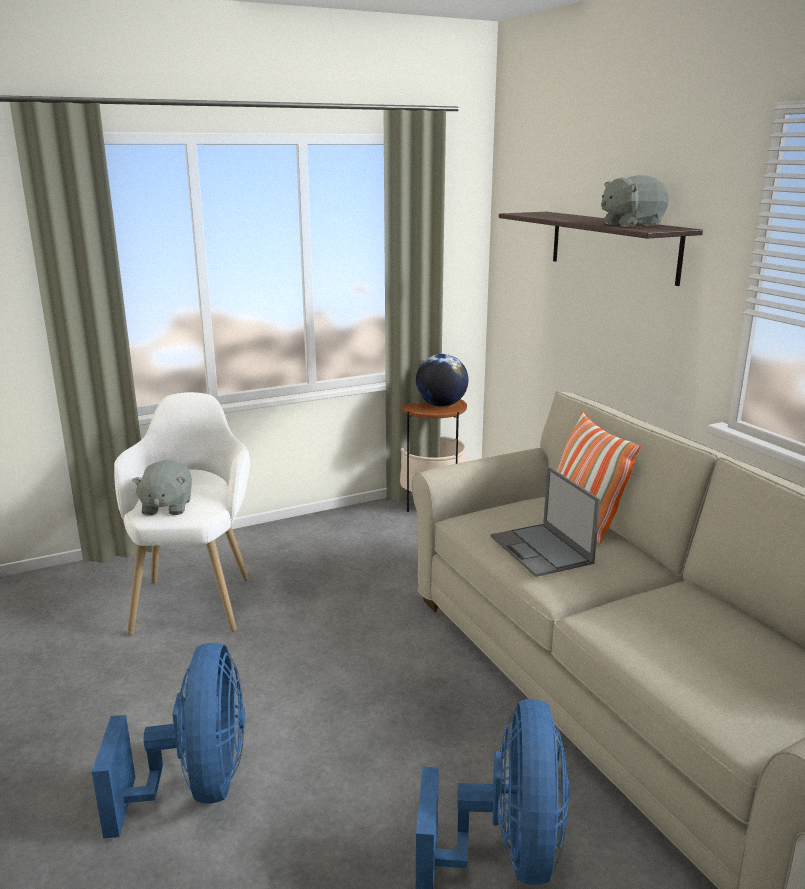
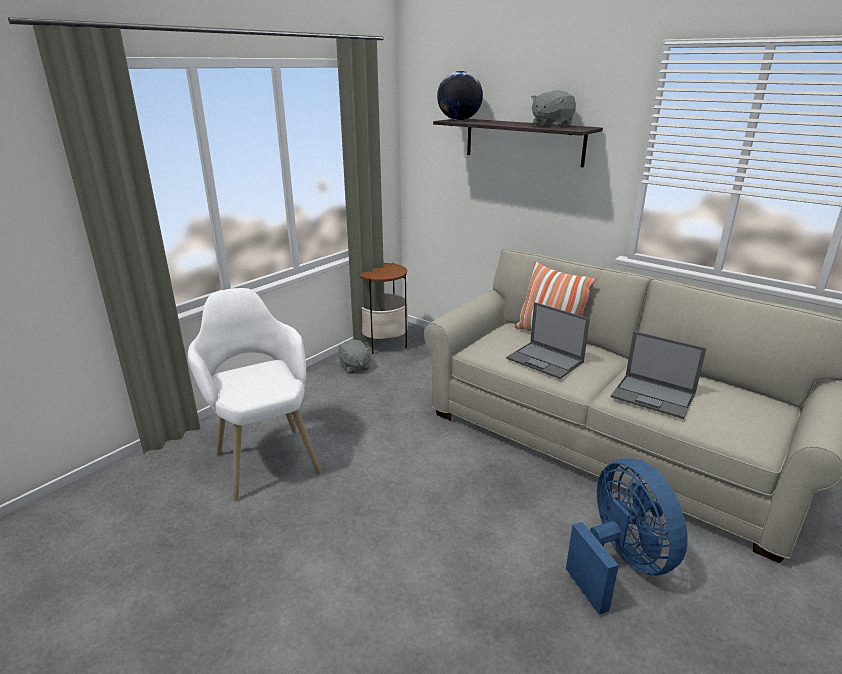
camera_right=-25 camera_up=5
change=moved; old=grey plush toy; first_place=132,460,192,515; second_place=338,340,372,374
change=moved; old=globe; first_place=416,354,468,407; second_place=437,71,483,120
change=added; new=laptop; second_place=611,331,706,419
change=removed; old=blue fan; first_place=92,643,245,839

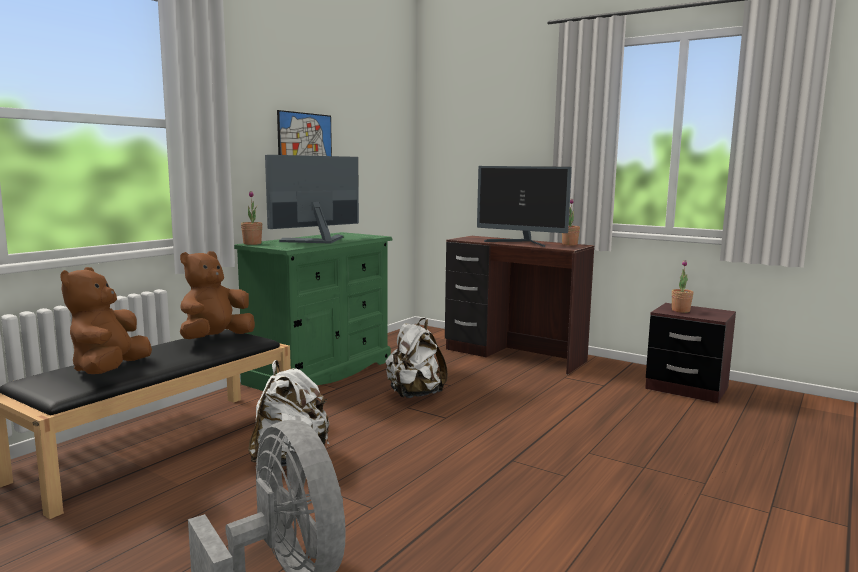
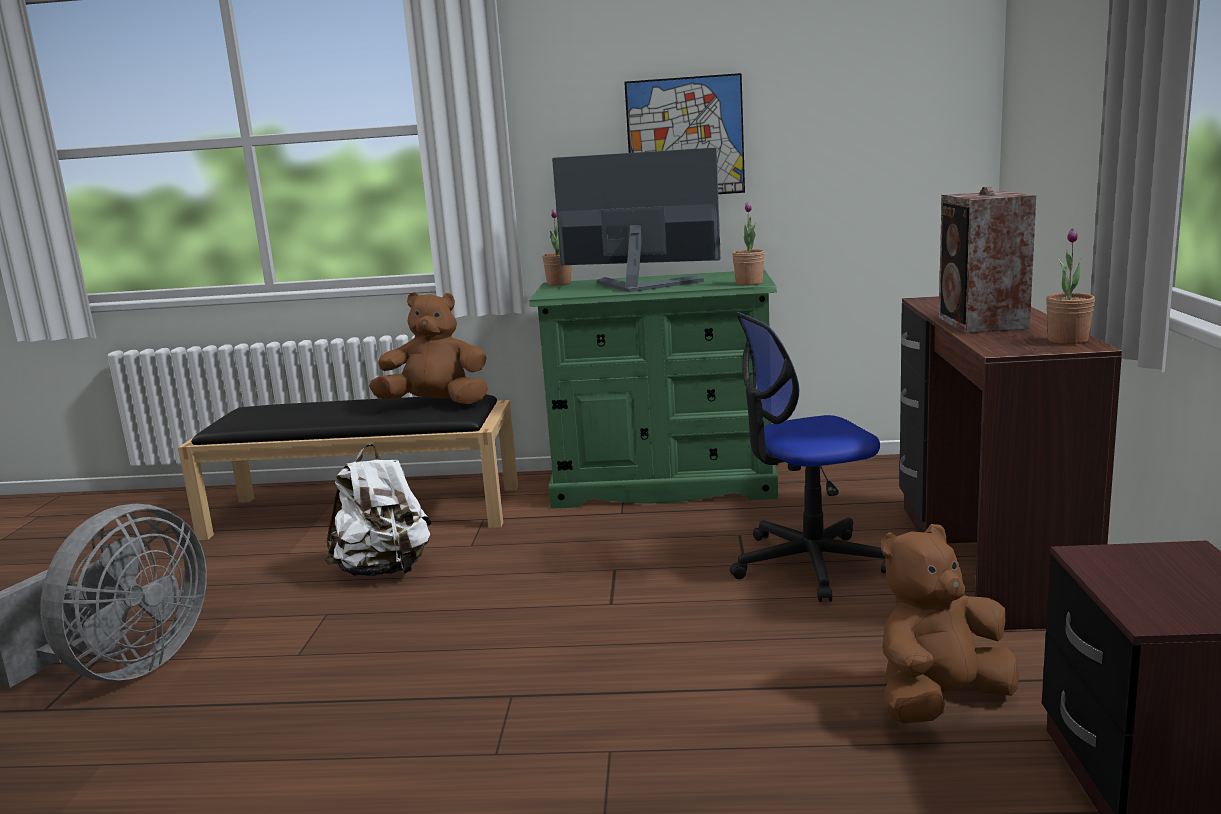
camera_right=60 camera_up=5
change=added; new=office chair; second_place=730,312,886,602
change=moved; old=potted plant; first_place=672,260,693,313; second_place=732,202,765,286
change=moved; old=brown plush toy; first_place=60,267,152,374; second_place=881,524,1019,724
change=replaced; old=monitor; new=speaker; first_place=477,166,572,247; second_place=939,187,1036,333
change=removed; old=white backpack; first_place=386,318,448,398

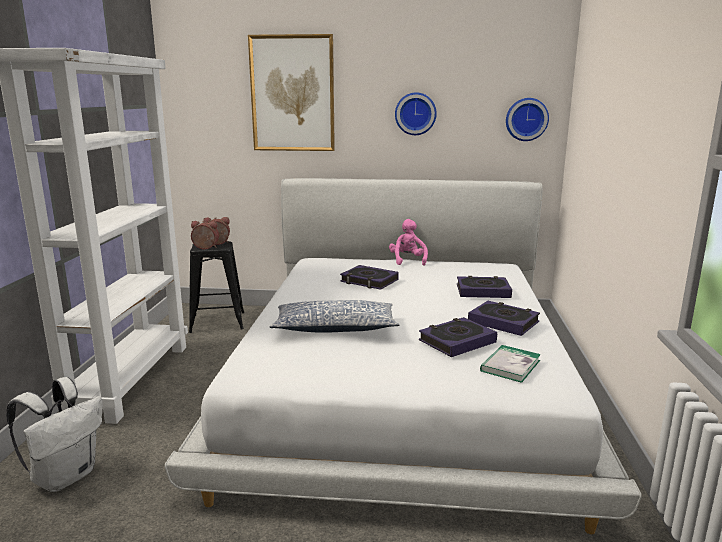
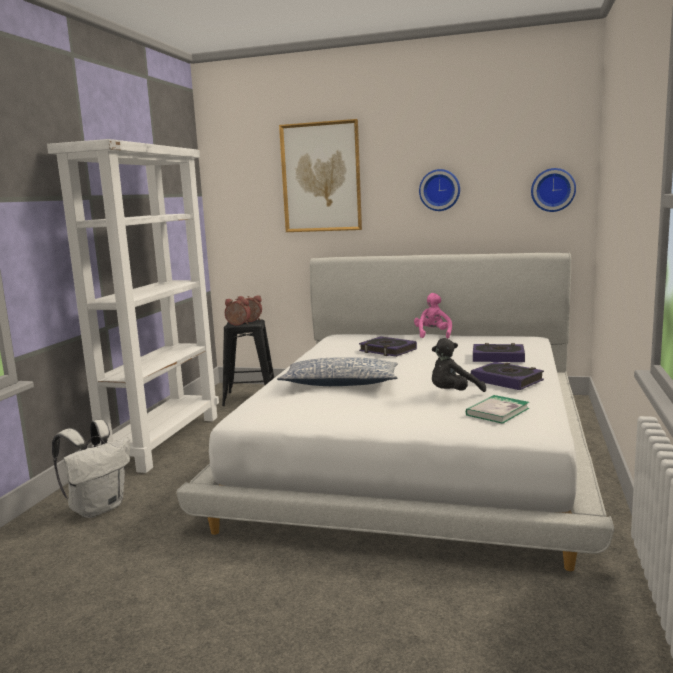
camera_right=10 camera_up=-5
change=replaced; old=book; new=black plush toy; first_place=419,317,497,357; second_place=432,338,486,392

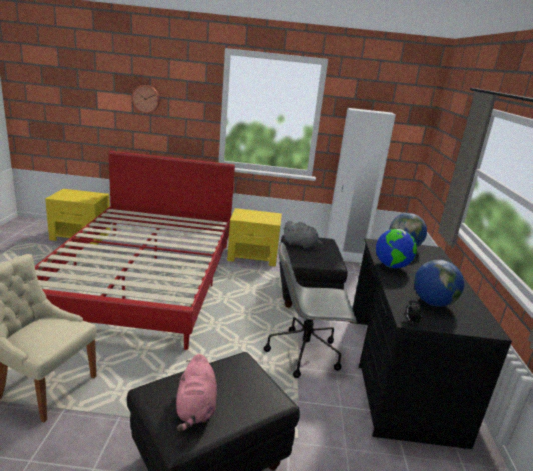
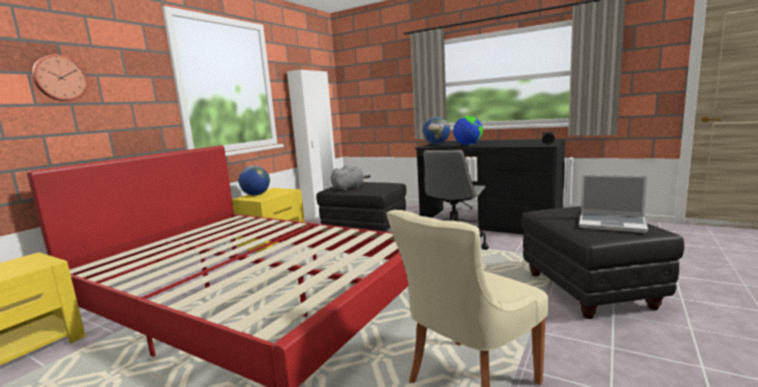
camera_right=-60 camera_up=-10
change=moved; old=globe; first_place=414,260,464,307; second_place=239,166,270,196
change=replaced; old=pink plush toy; new=laptop; first_place=176,354,217,432; second_place=579,175,648,233

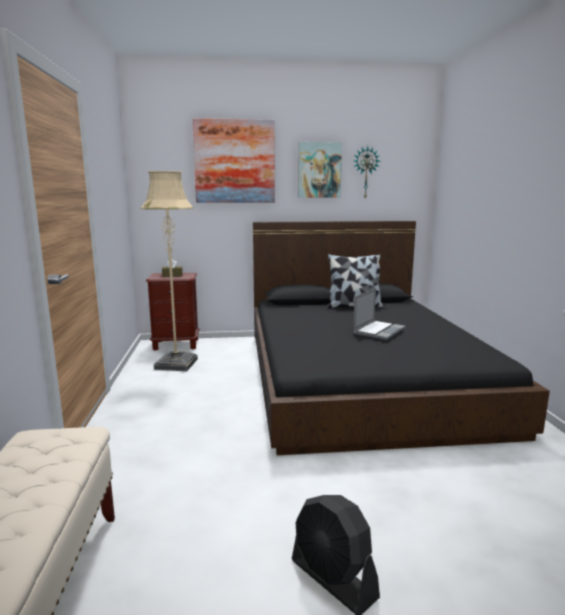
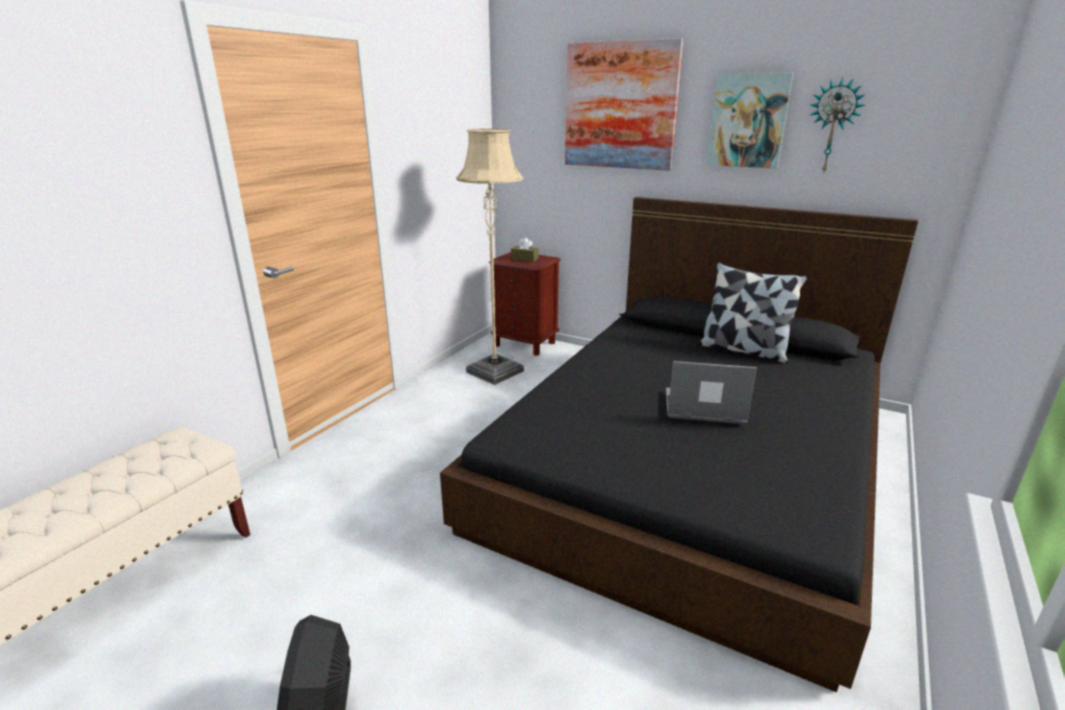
camera_right=35 camera_up=10
change=turned; old=laptop; first_place=353,288,406,340; second_place=666,361,757,424; degrees=-150

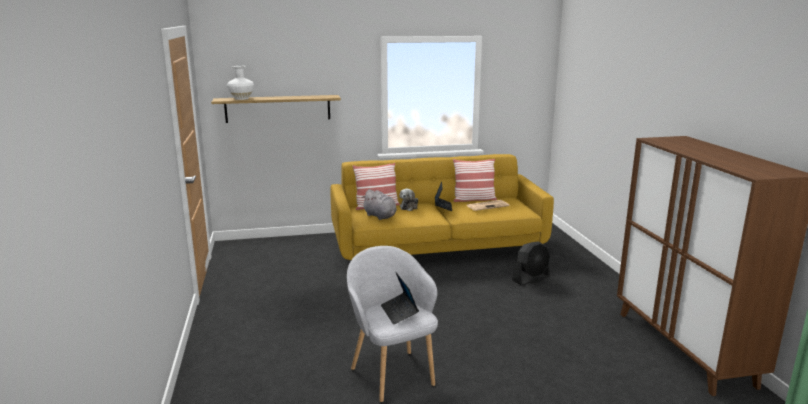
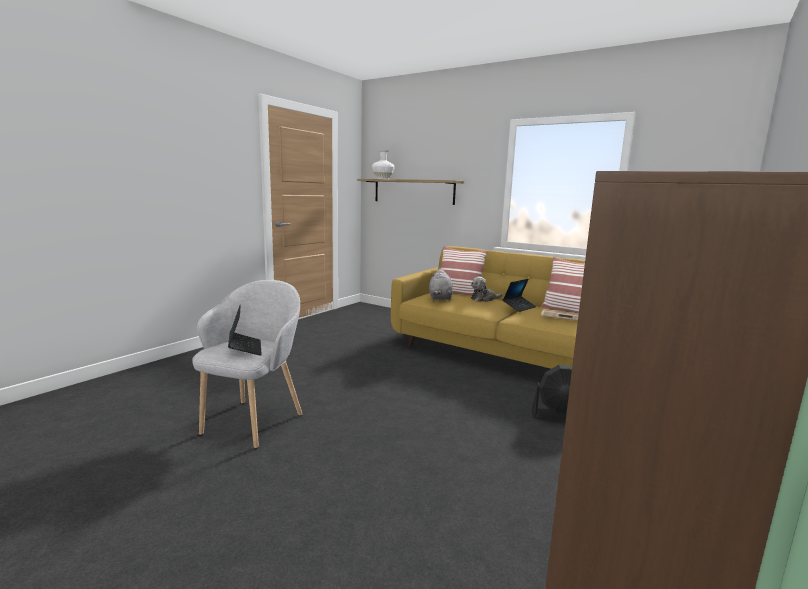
camera_right=45 camera_up=-5
change=turned; old=laptop; first_place=381,272,419,325; second_place=228,304,262,356; degrees=135

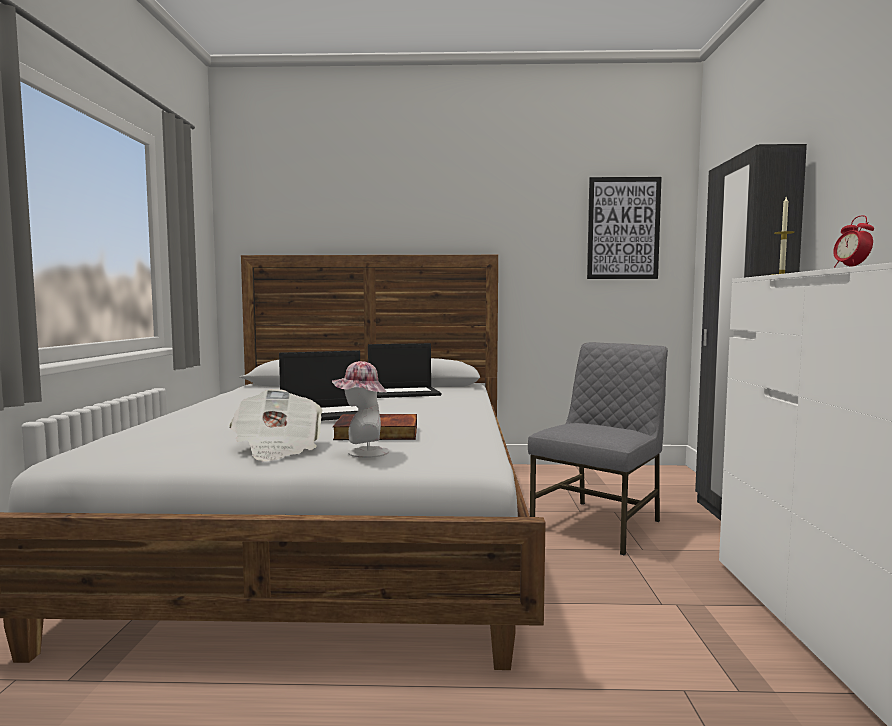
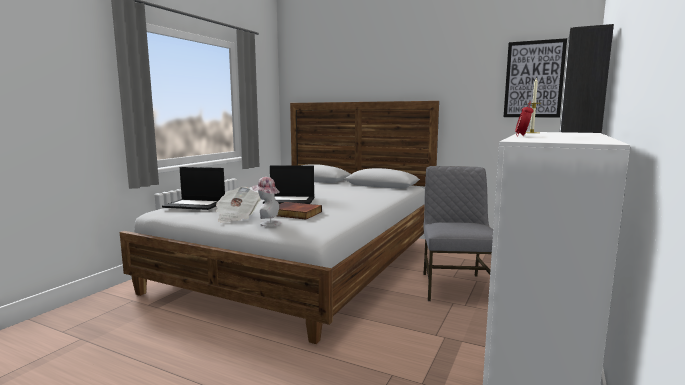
camera_right=25 camera_up=5
change=moved; old=laptop; first_place=368,343,441,398; second_place=162,167,225,210
change=turned; old=grey chair; first_place=528,342,668,555; second_place=423,166,493,301; degrees=-60

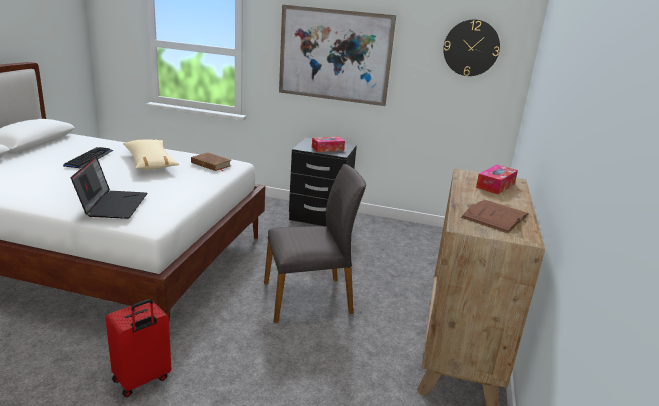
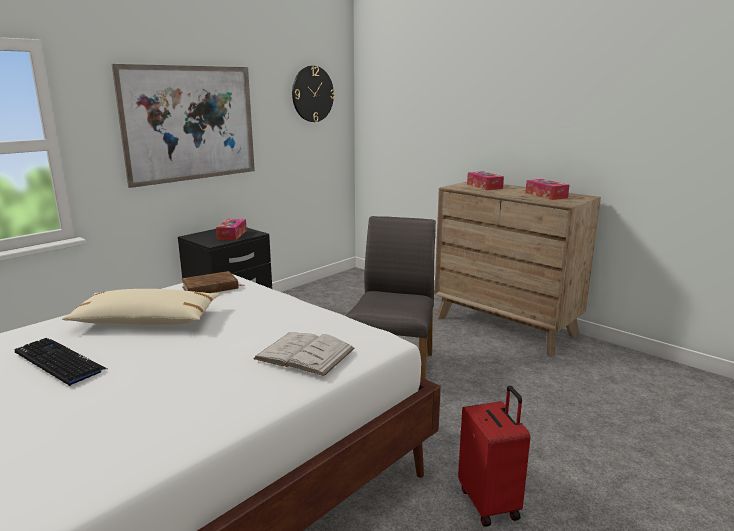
camera_right=-60 camera_up=-5
change=replaced; old=laptop; new=white book; first_place=71,156,147,219; second_place=253,332,355,376
change=replaced; old=brown book; new=tissue box; first_place=461,200,529,233; second_place=525,179,569,200

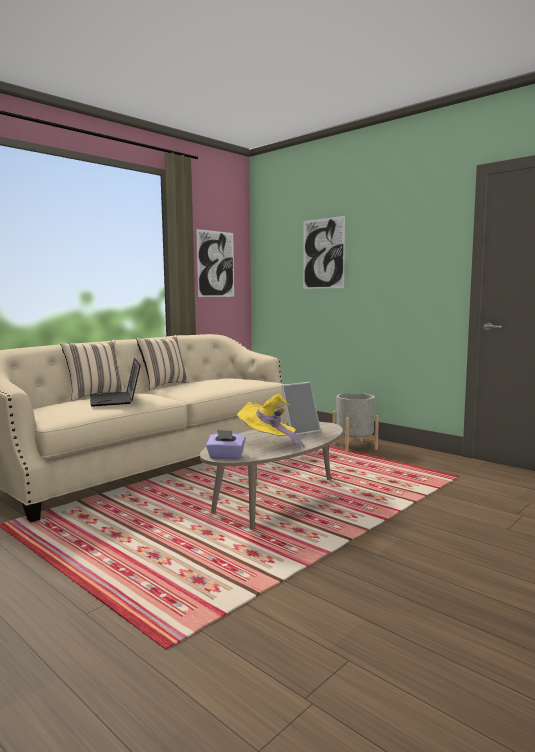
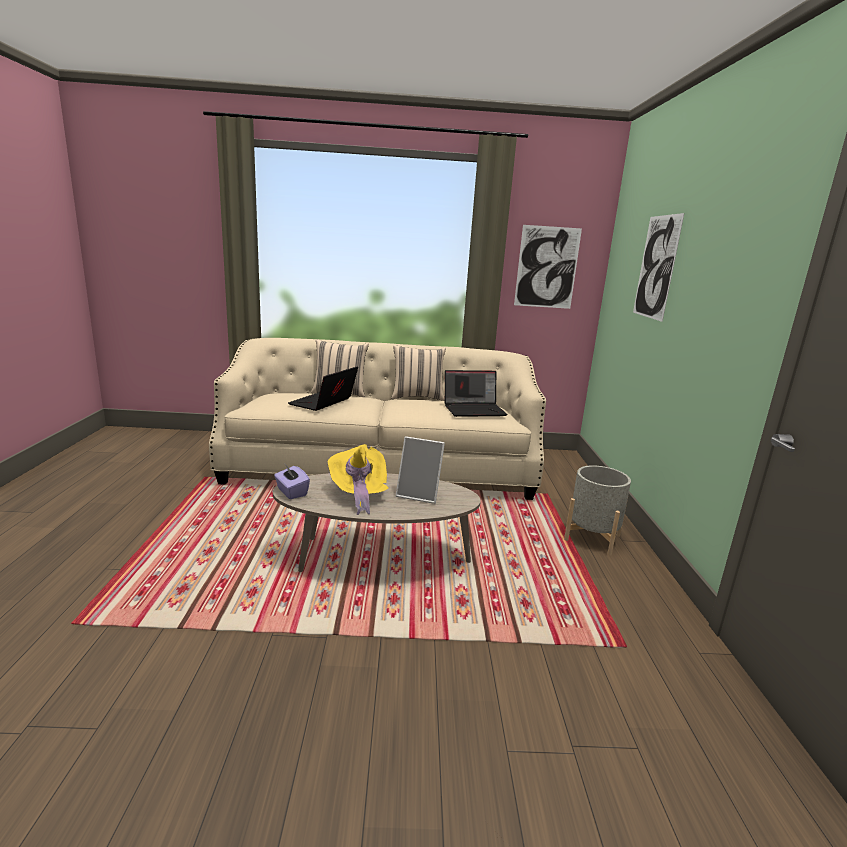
camera_right=45 camera_up=10
change=added; new=laptop; second_place=445,370,507,417

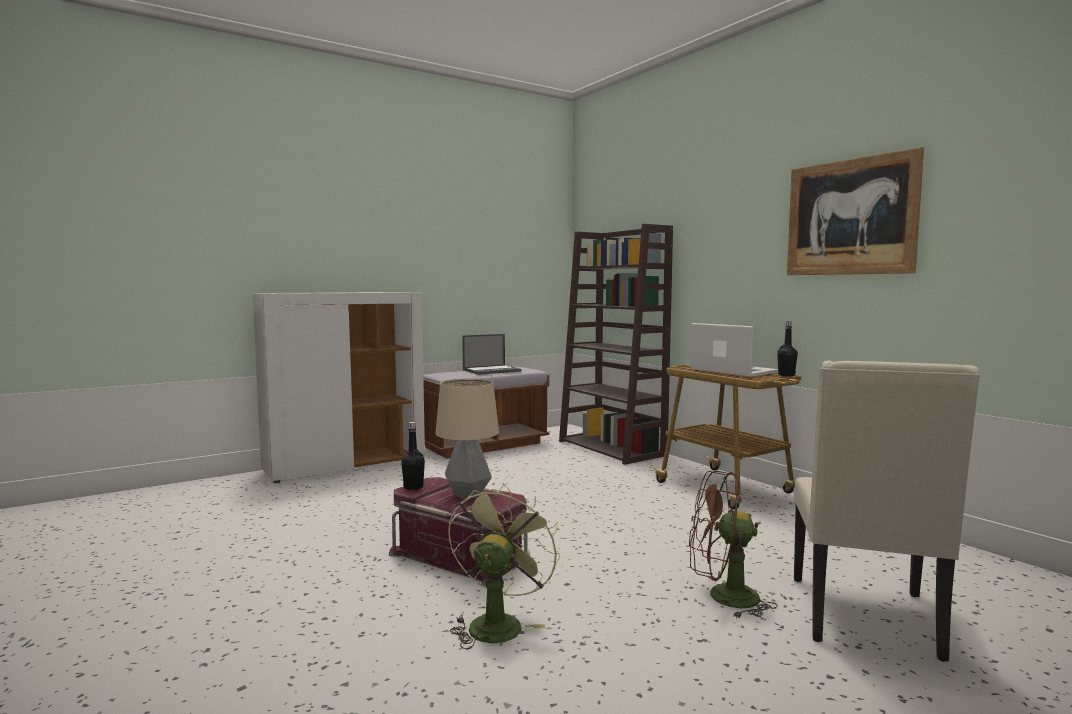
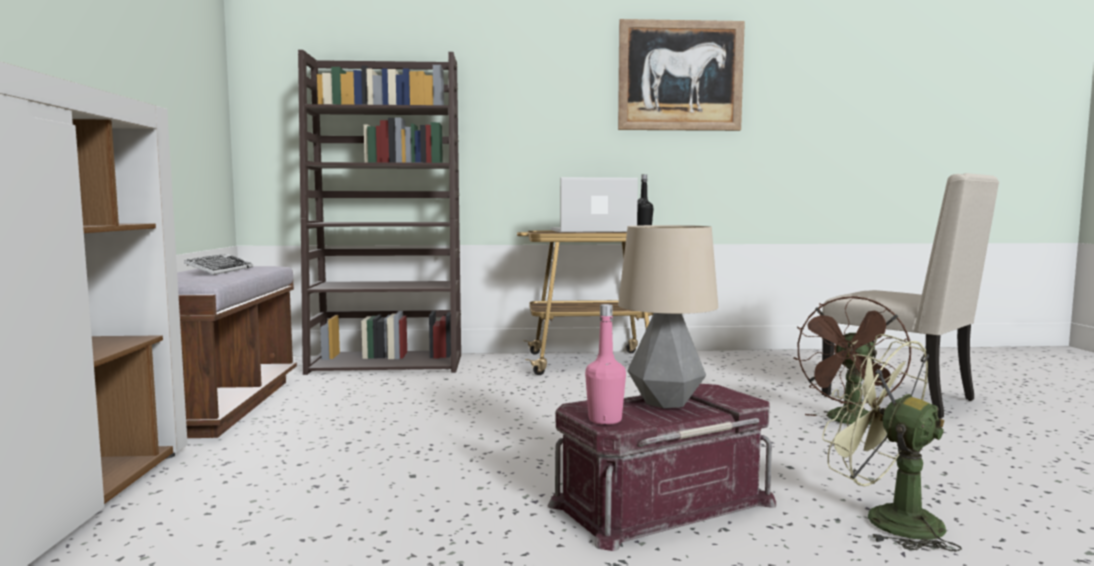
camera_right=-60 camera_up=0
change=replaced; old=laptop; new=keyboard; first_place=462,334,521,375; second_place=184,254,253,275
change=recoloured; old=black bottle; new=pink bottle; first_place=401,422,425,490; second_place=585,304,626,425

